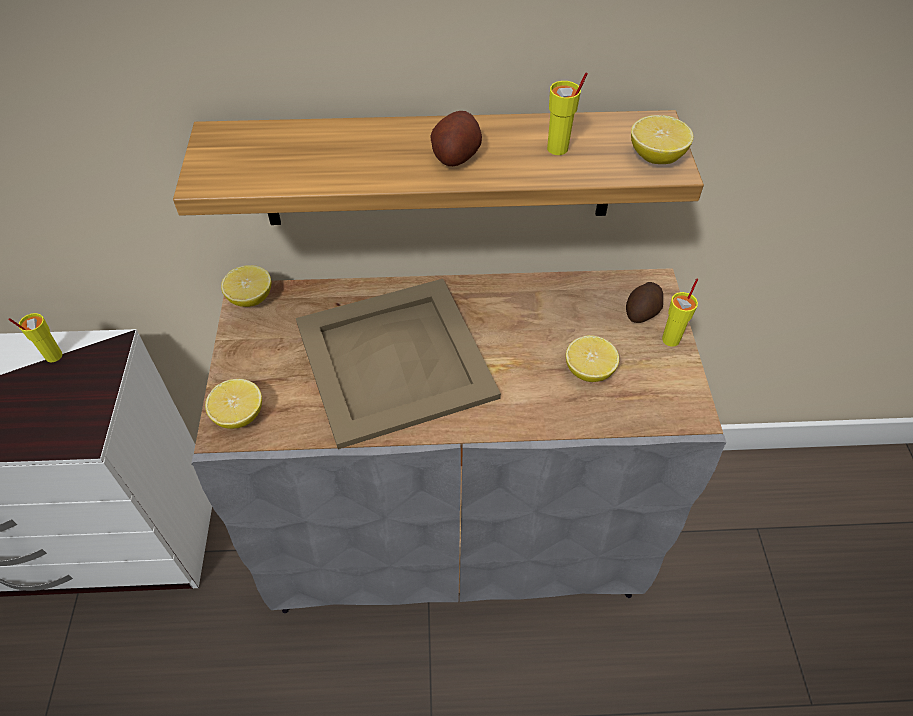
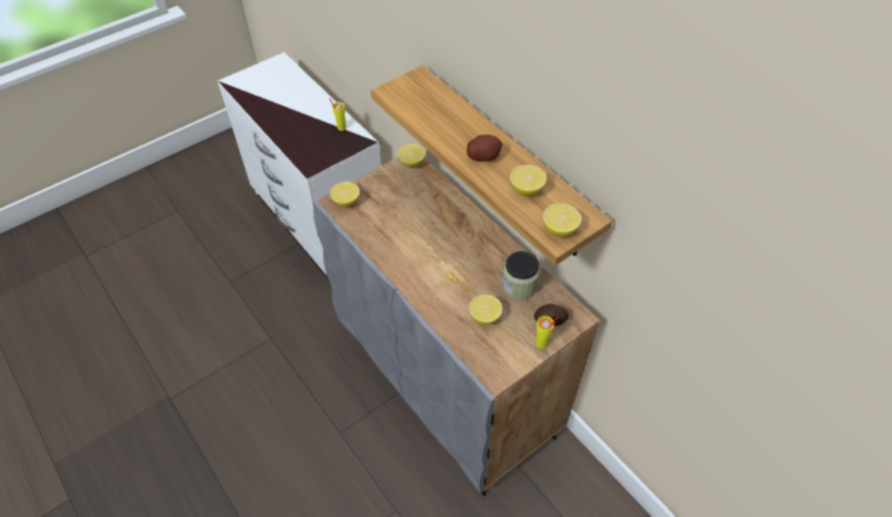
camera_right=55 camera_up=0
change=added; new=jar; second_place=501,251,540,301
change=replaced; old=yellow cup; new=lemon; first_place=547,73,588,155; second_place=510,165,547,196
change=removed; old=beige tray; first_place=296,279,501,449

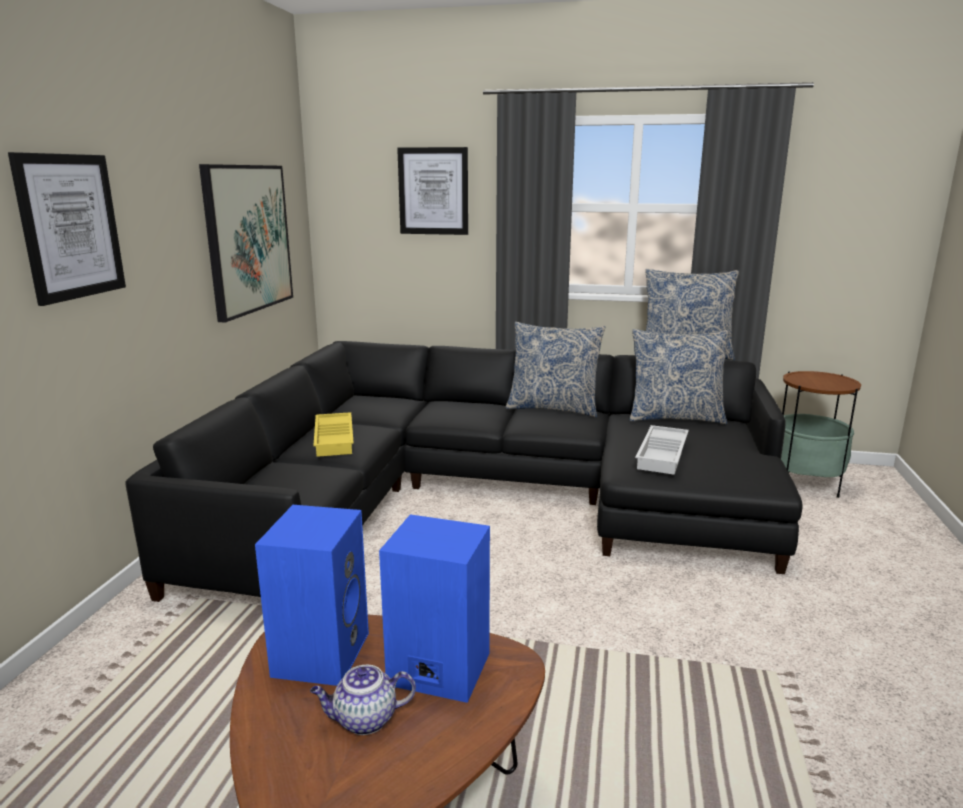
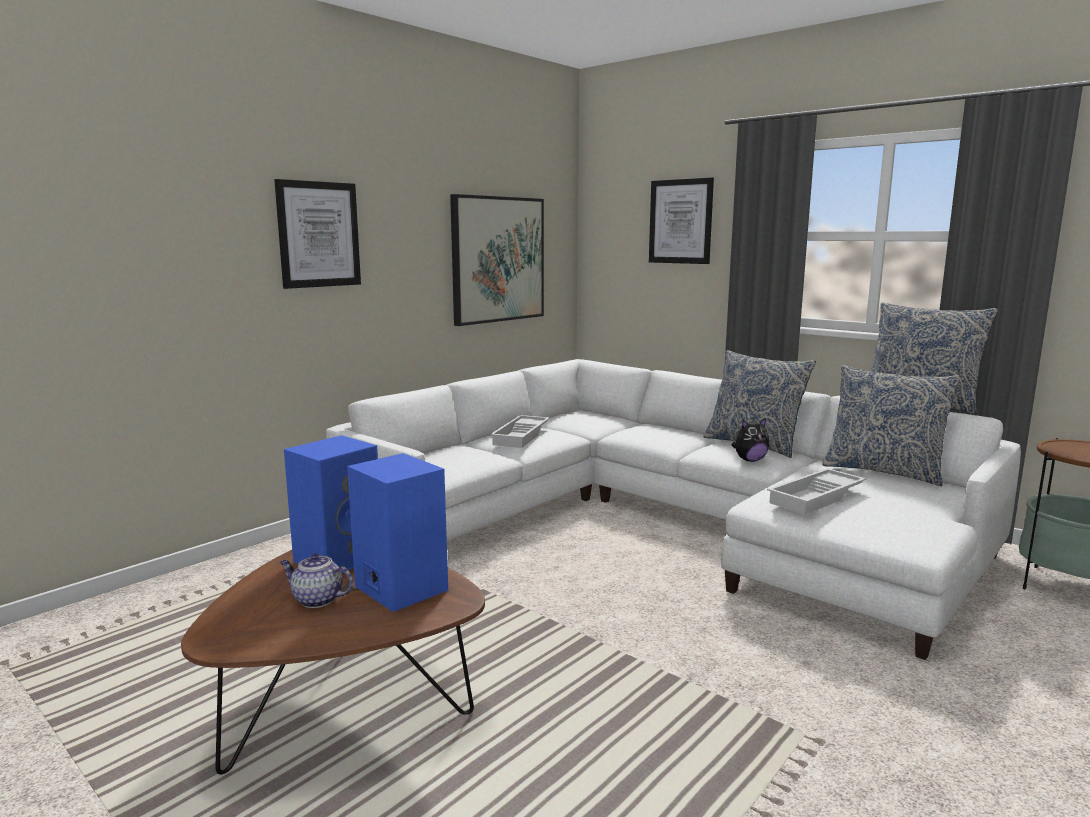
camera_right=30 camera_up=-5
change=recoloured; old=black sofa; new=white sofa; first_place=125,341,803,602; second_place=326,359,1021,660
change=recoloured; old=yellow tray; new=white tray; first_place=314,412,354,457; second_place=490,415,550,448
change=added; new=plush toy; second_place=732,418,770,462

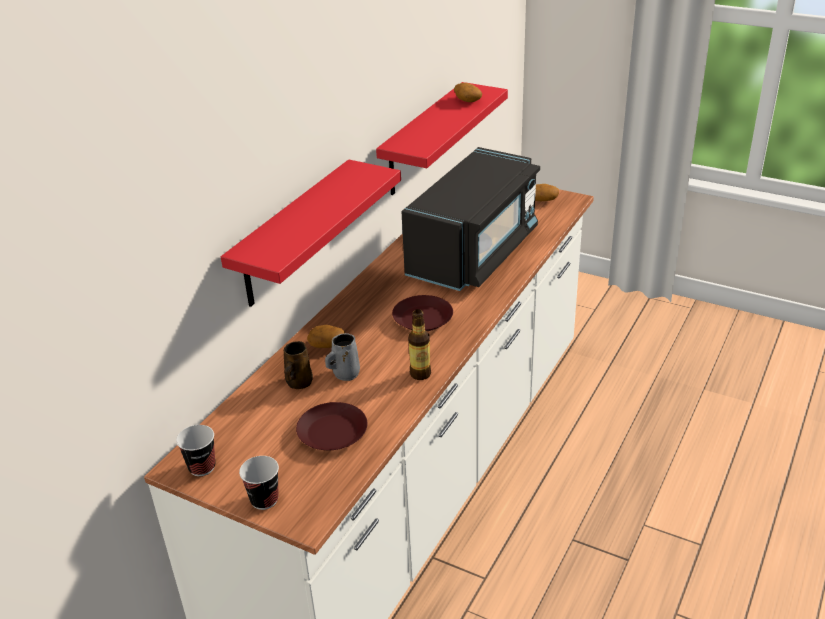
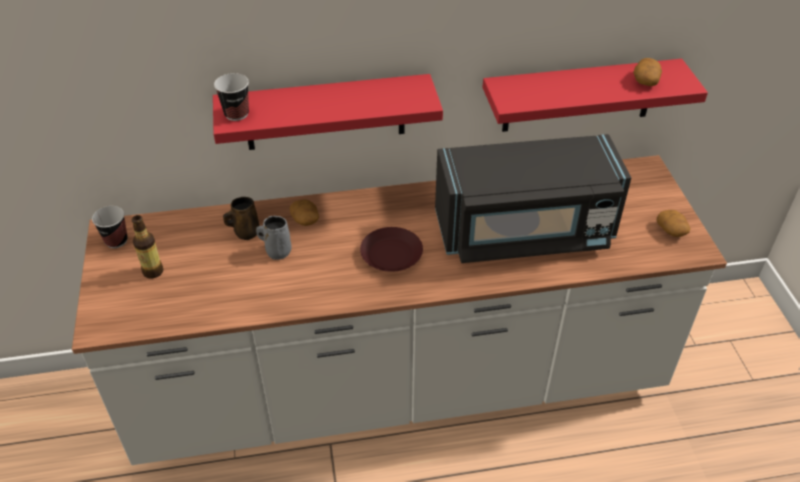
camera_right=50 camera_up=10
change=moved; old=bottle; first_place=408,309,431,380; second_place=132,215,163,279
change=moved; old=cup; first_place=239,456,279,510; second_place=214,73,249,121
change=removed; old=brown plate; first_place=296,402,367,450

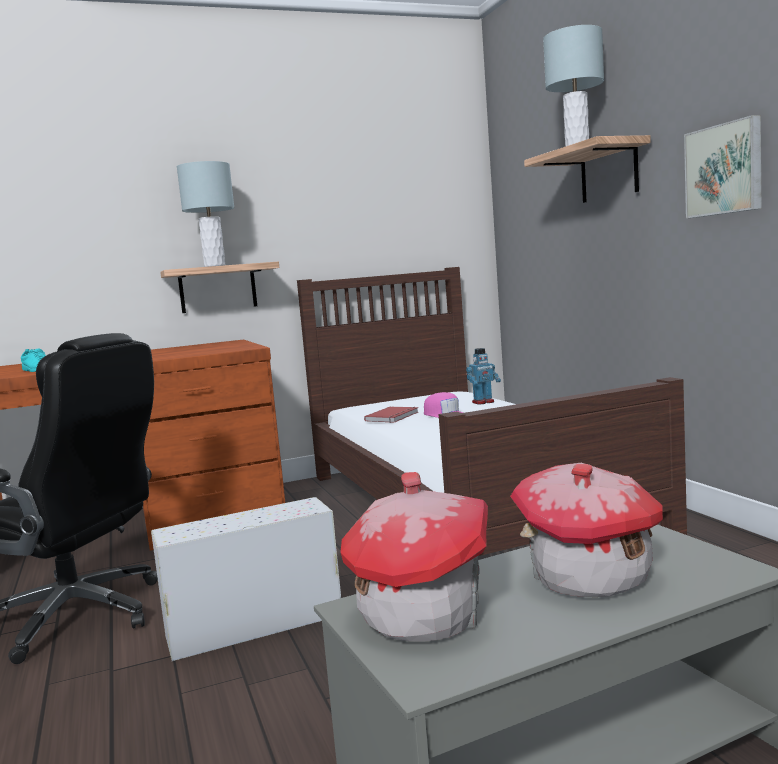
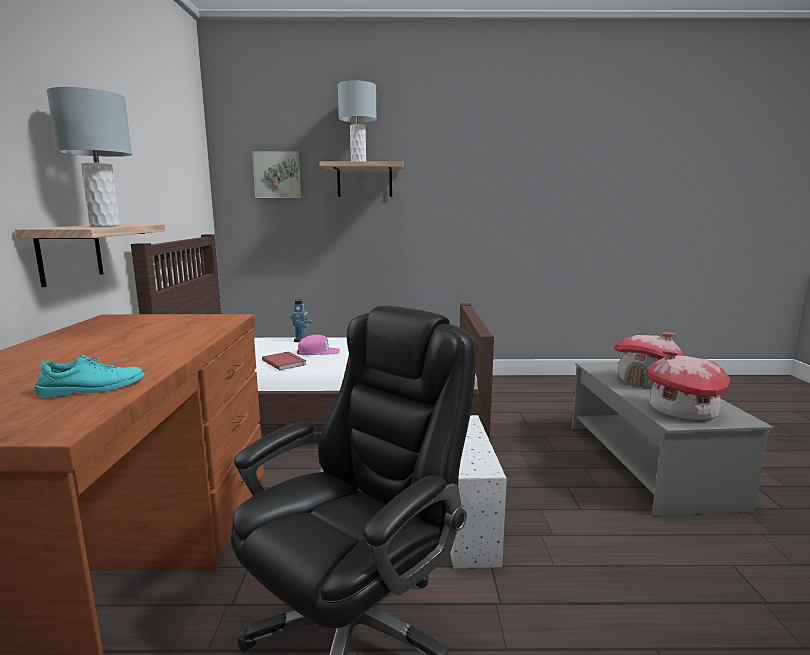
camera_right=-70 camera_up=5
change=moved; old=picture; first_place=684,115,761,218; second_place=252,151,301,198

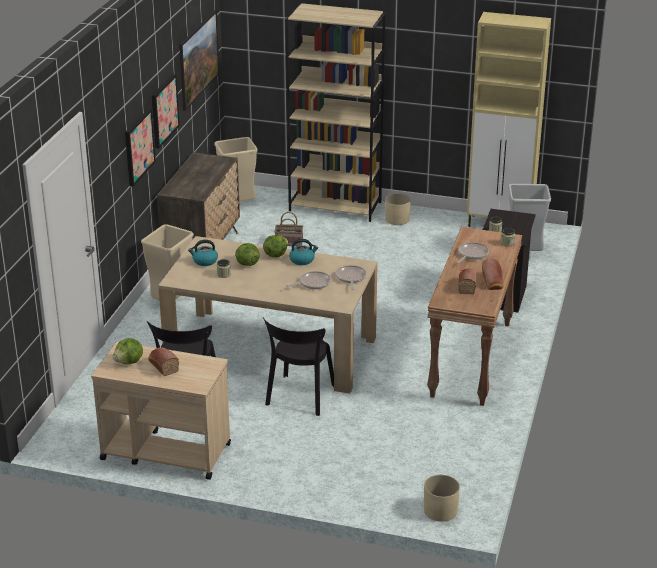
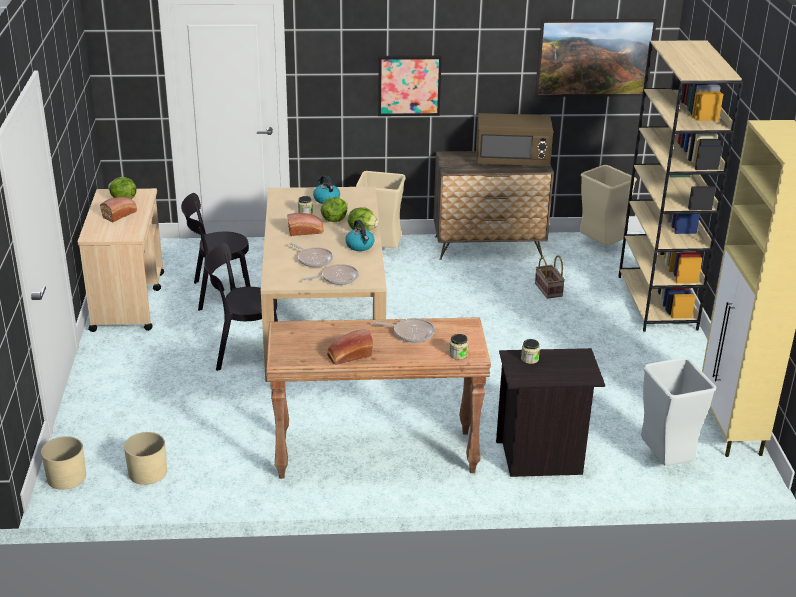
camera_right=70 camera_up=0
change=moved; old=beige planter; first_place=385,193,411,225; second_place=124,432,167,485
change=moved; old=bread; first_place=458,268,477,295; second_place=288,213,324,236
change=added; new=brown microwave; second_place=476,113,553,166
change=removed; old=picture; first_place=152,74,180,149

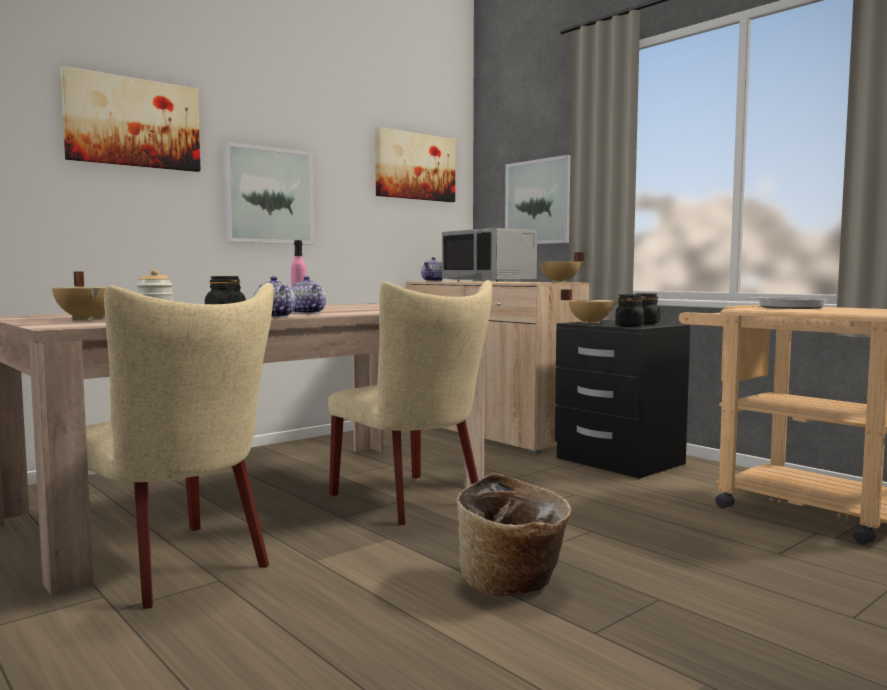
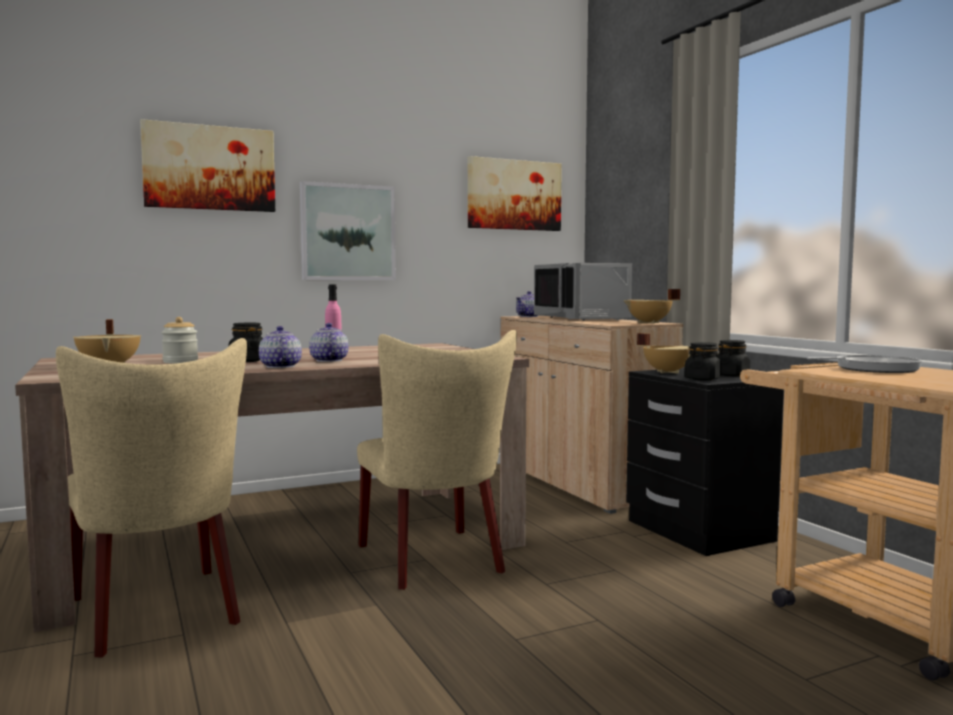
camera_right=15 camera_up=0
change=removed; old=basket; first_place=456,473,571,596
change=removed; old=picture; first_place=505,155,570,244

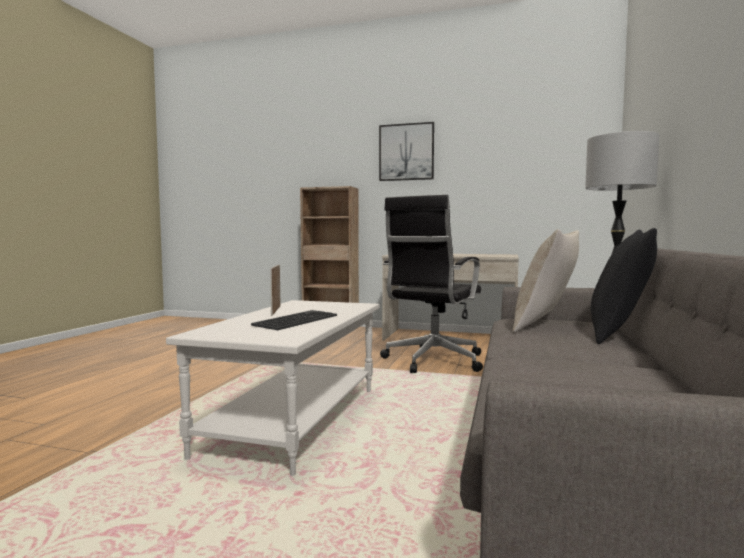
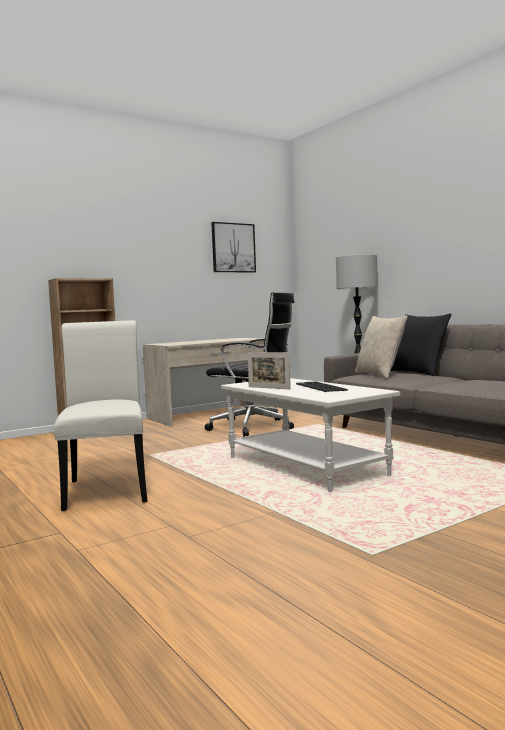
camera_right=-50 camera_up=0
change=added; new=white chair; second_place=54,320,148,511
change=turned; old=black office chair; first_place=380,195,483,373; second_place=205,292,295,437; degrees=-45
change=moved; old=picture; first_place=379,122,434,181; second_place=211,222,256,273

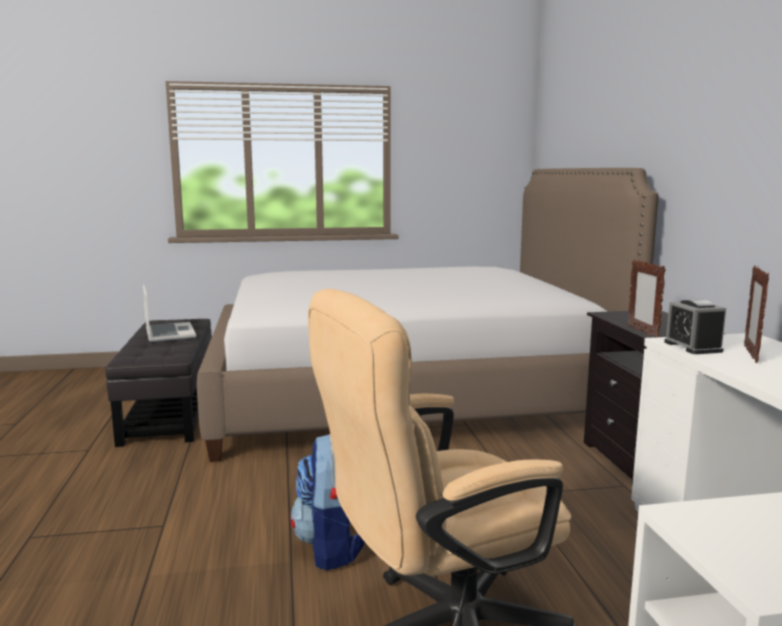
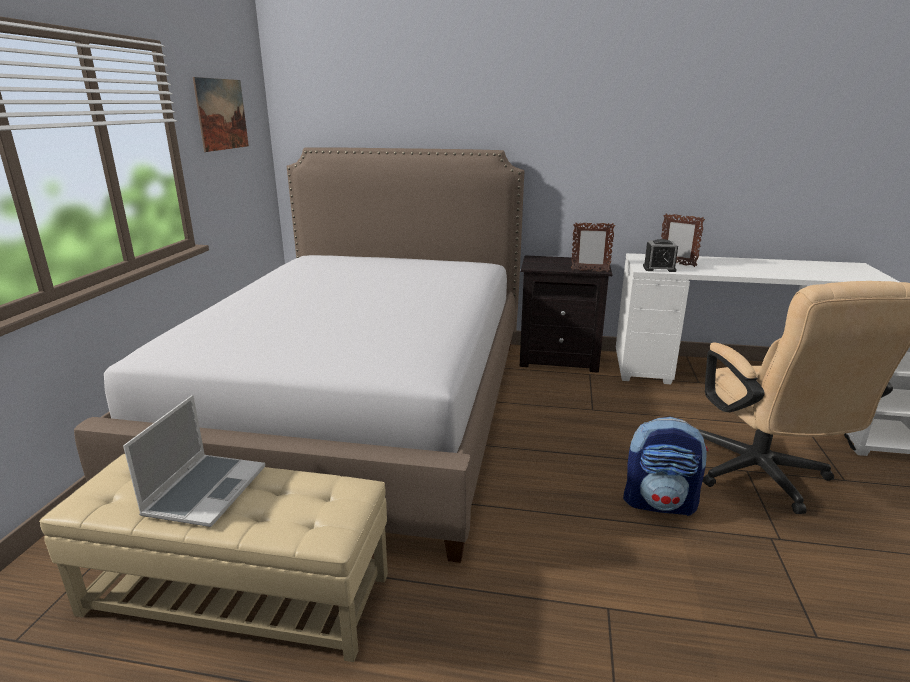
camera_right=-70 camera_up=10
change=recoloured; old=black ottoman; new=beige ottoman; first_place=105,319,212,447; second_place=39,453,388,662
change=turned; old=laptop; first_place=143,285,196,342; second_place=123,395,265,527; degrees=105
change=added; new=picture; second_place=192,77,249,152

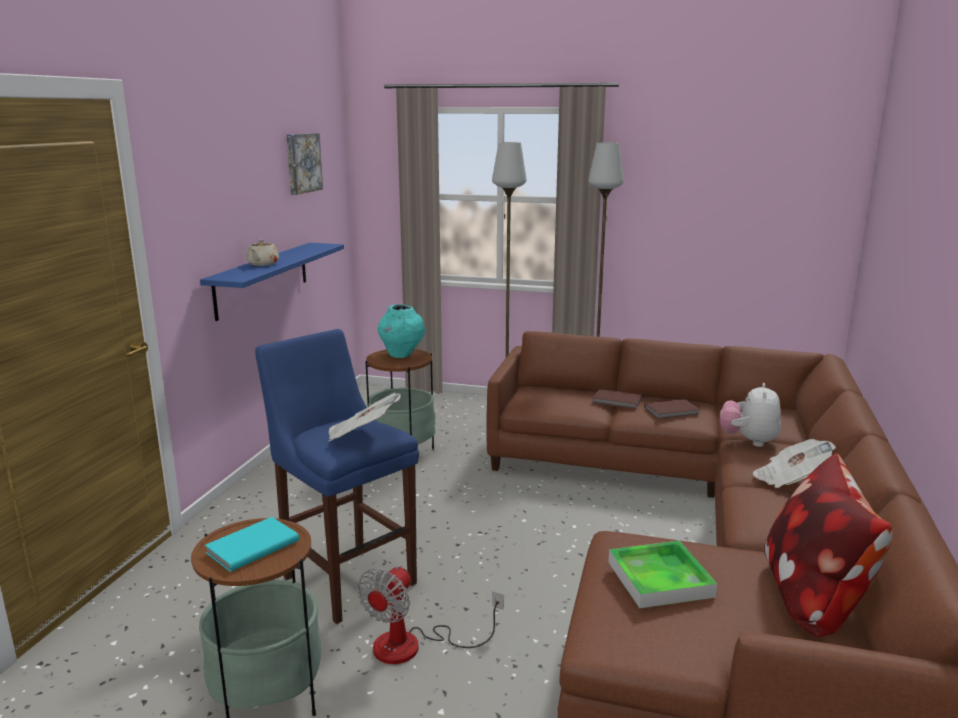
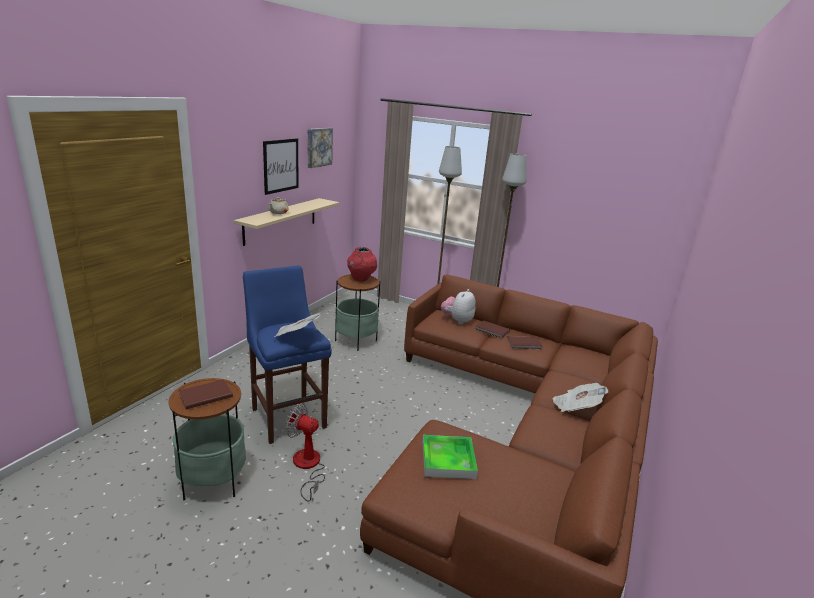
camera_right=10 camera_up=5
change=recoloured; old=turquoise book; new=brown book; first_place=205,517,299,572; second_place=178,379,233,409
change=recoloured; old=blue shelf; new=beige shelf; first_place=200,243,344,321; second_place=234,198,339,246
change=added; new=picture; second_place=263,138,299,195
change=turned; old=fan; first_place=357,566,504,664; second_place=285,404,325,502; degrees=75
change=recoloured; old=turquoise vase; new=red vase; first_place=378,304,425,358; second_place=347,247,377,282
change=moved; old=plush toy; first_place=720,383,781,447; second_place=441,289,476,325
change=removed; old=pillow; first_place=764,453,892,637

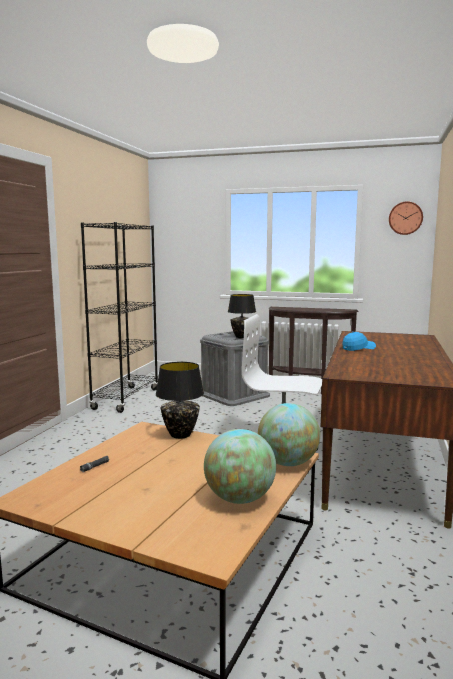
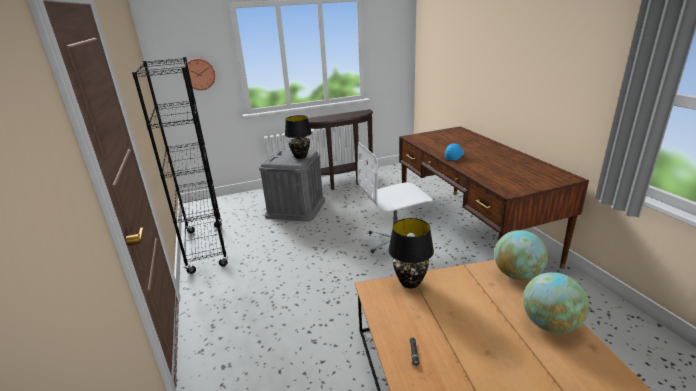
camera_right=-35 camera_up=15
change=moved; old=wall clock; first_place=389,201,423,235; second_place=183,58,215,90

